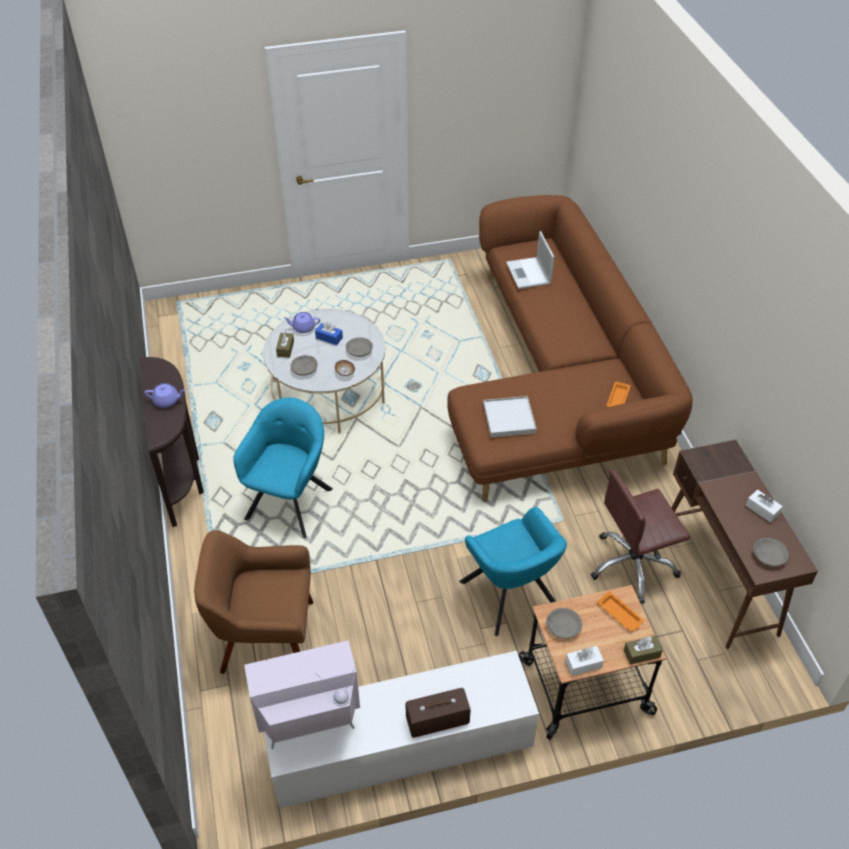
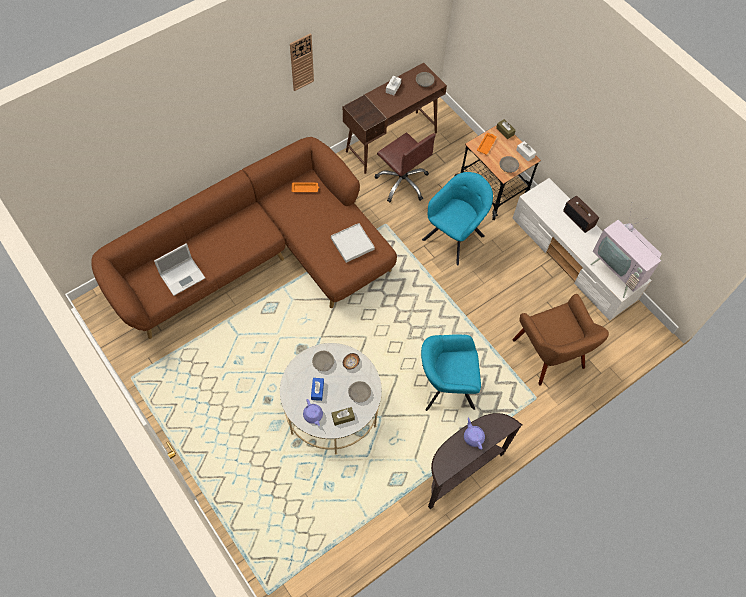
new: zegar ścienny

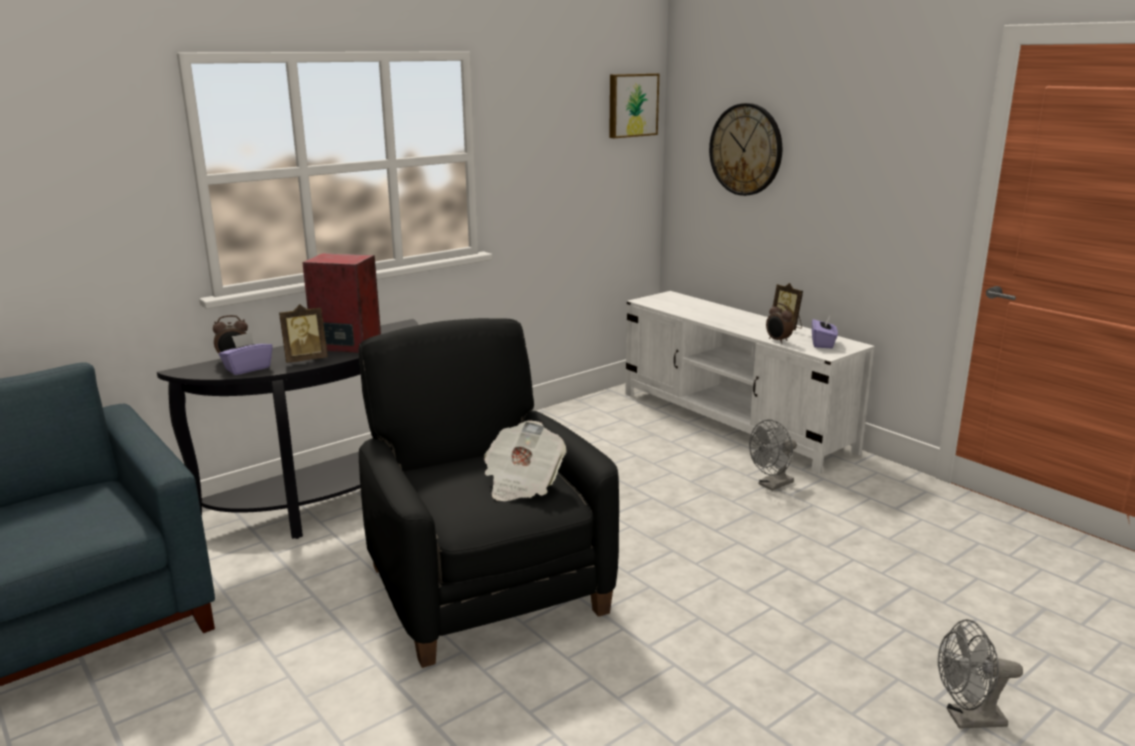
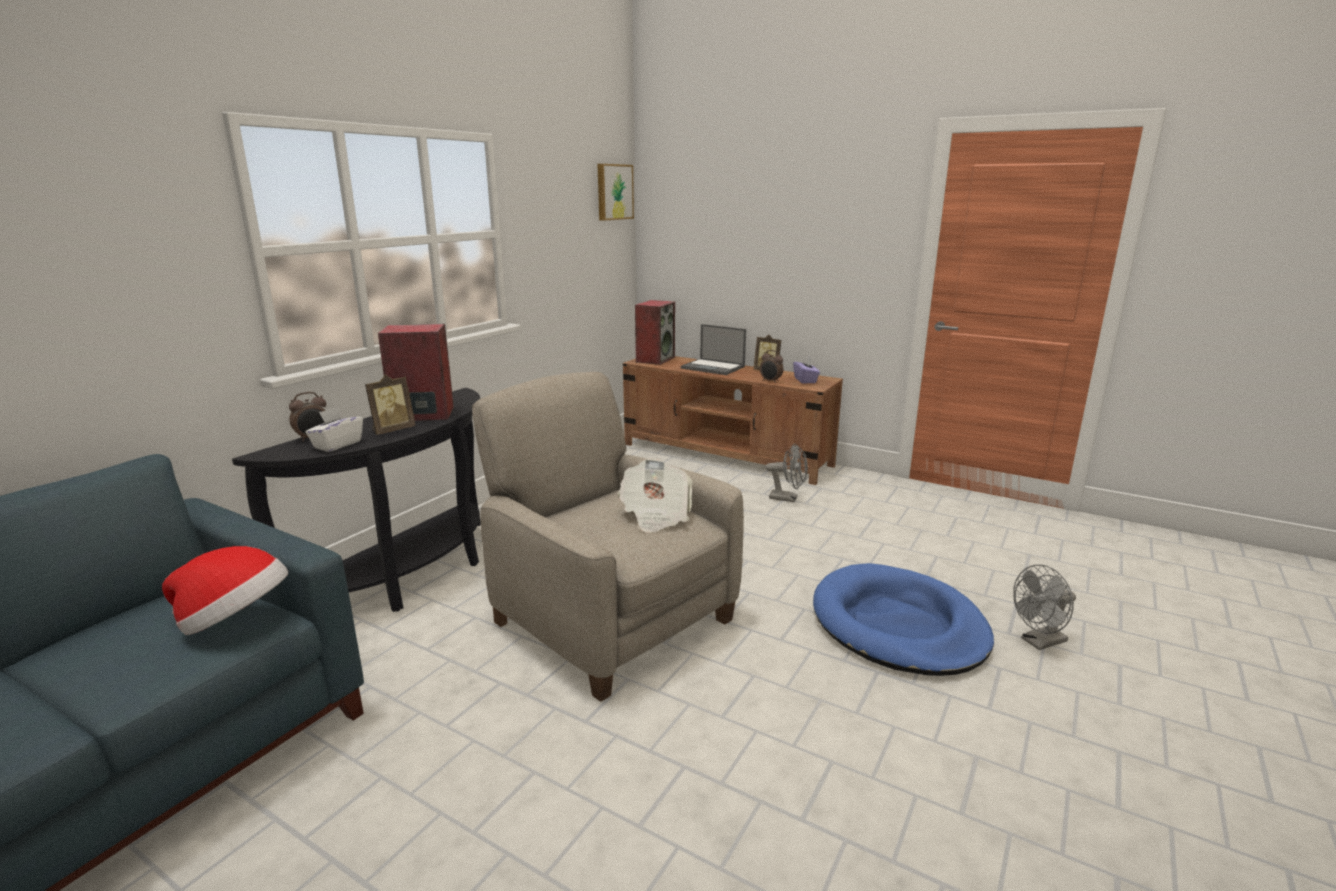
gone: zegar ścienny
new: kapelusz; głośnik (no. 2 from left); laptop; legowisko/niebieski
repainted: pudełko chusteczek/fioletowy (no. 1 from left) to pudełko chusteczek/biały; fotel/czarny to fotel/beżowy; szafka pod telewizor/biały to szafka pod telewizor/brązowy
rotated: wentylator/szary (no. 1 from left) 105 degrees counterclockwise

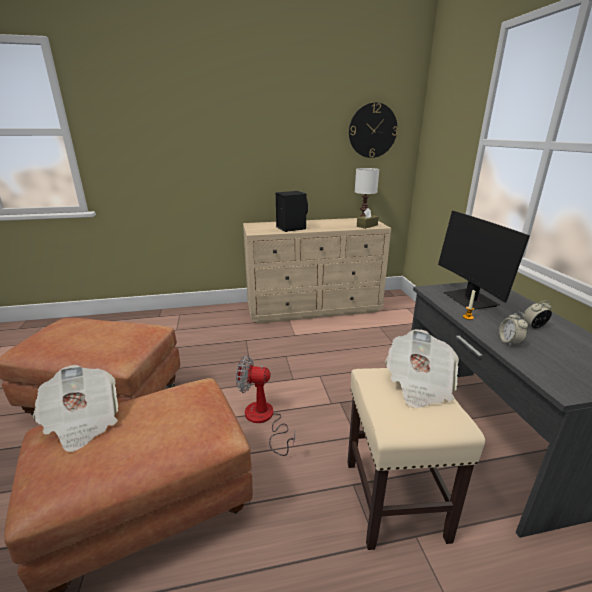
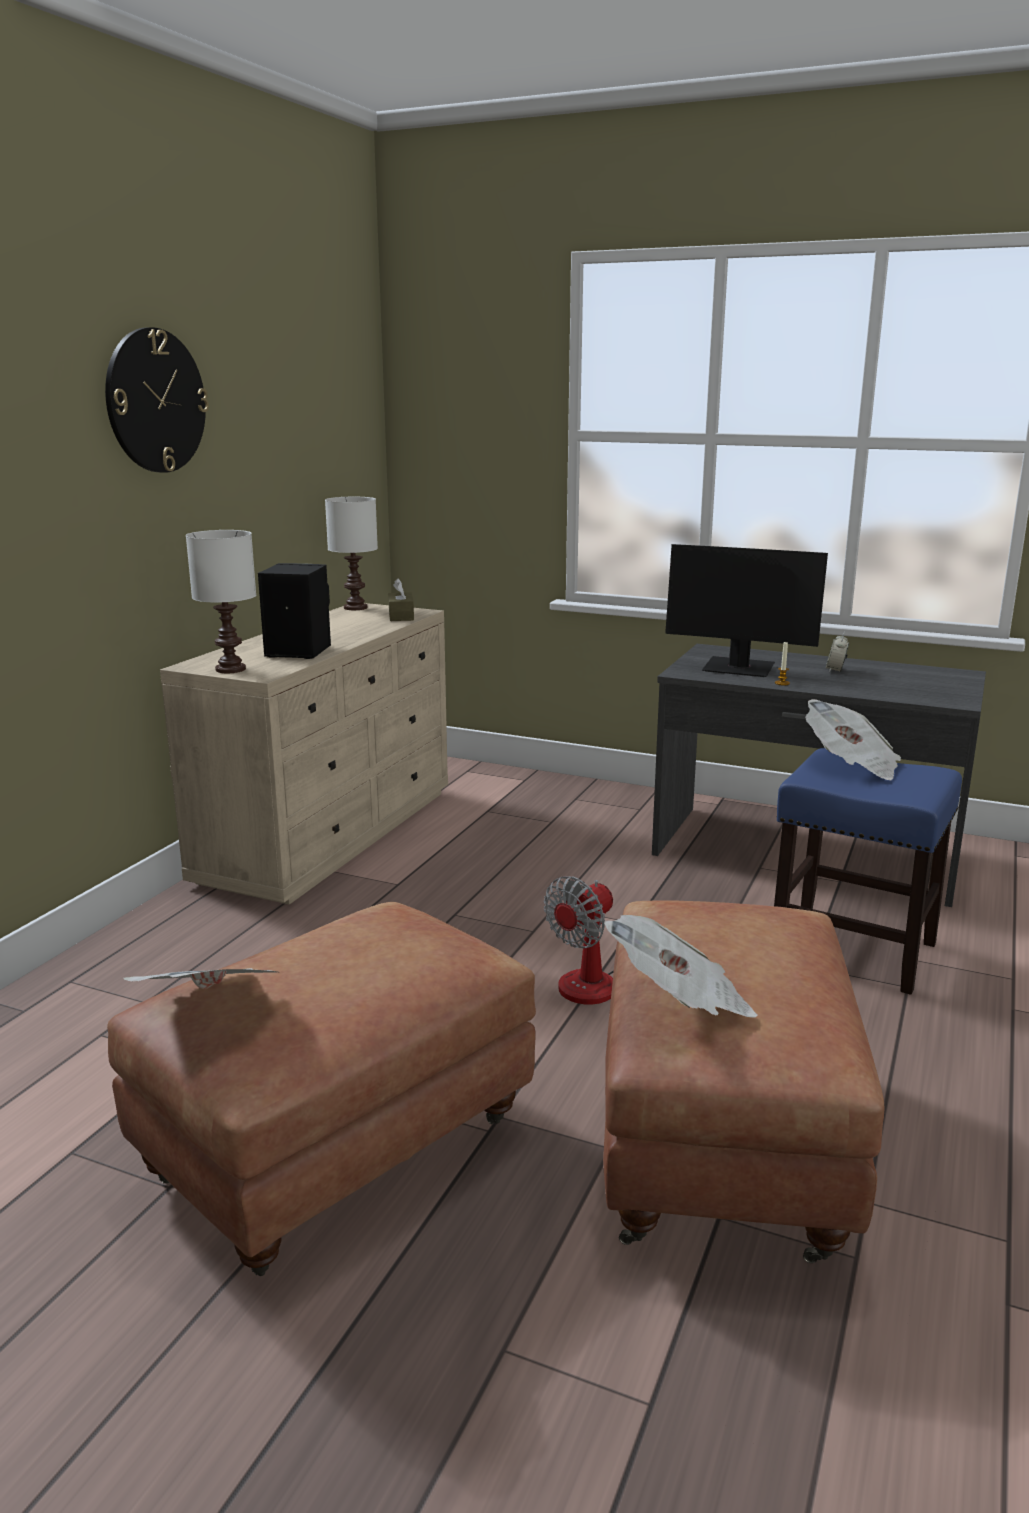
gone: budzik (no. 1 from left)
new: gazeta (no. 1 from left); lampa stołowa/biały (no. 1 from left)
shifted: zegar ścienny
repainted: stołek/beżowy to stołek/niebieski

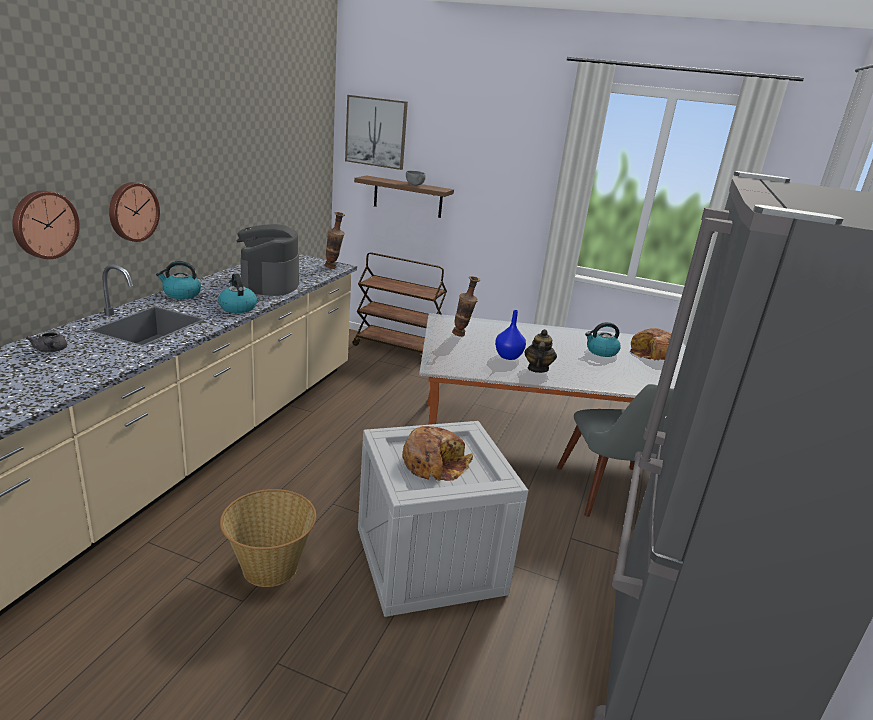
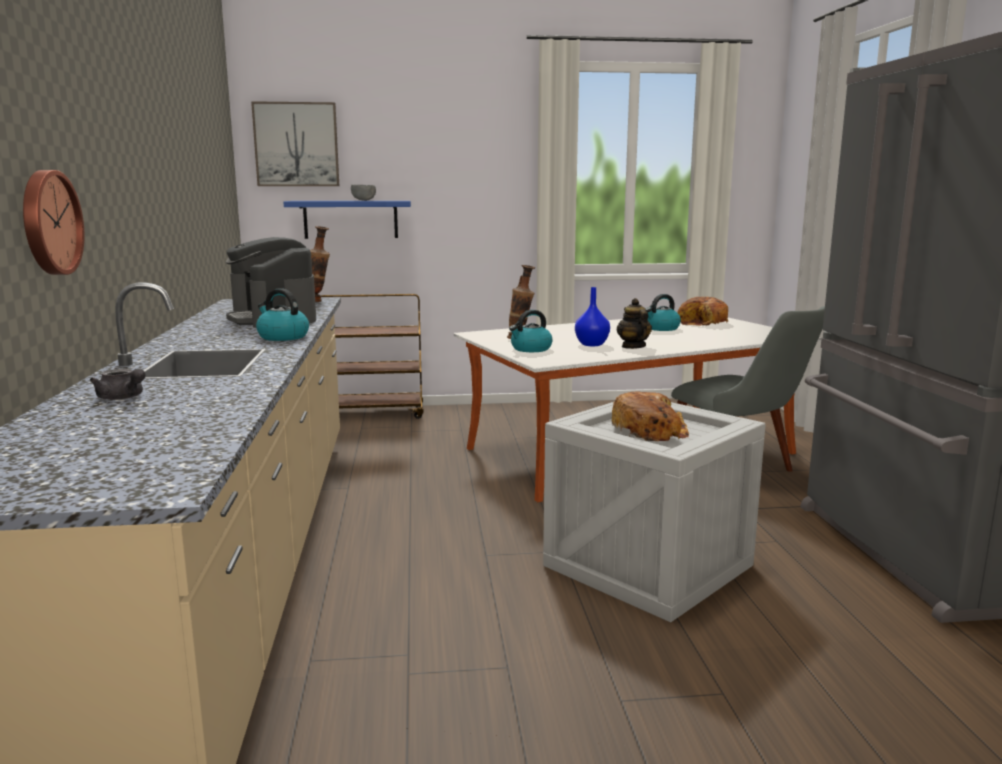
gone: zegar ścienny (no. 2 from left); koszyk
shifted: czajnik (no. 1 from left in the first image) to czajnik (no. 2 from left)
repainted: półka/brązowy to półka/niebieski

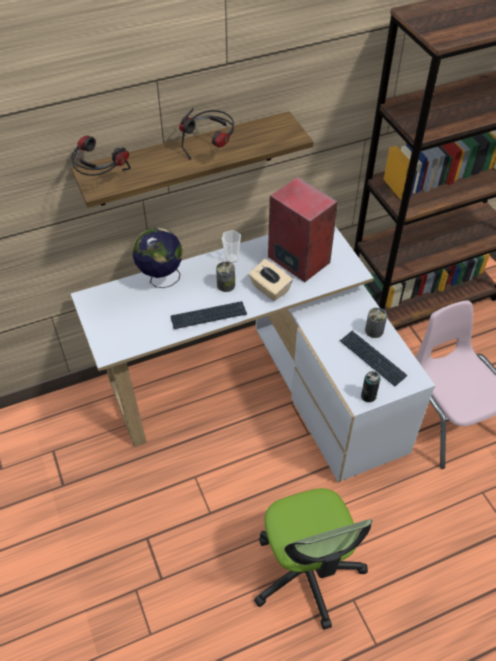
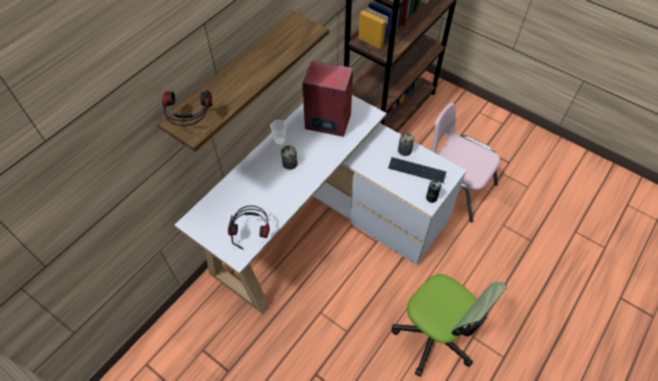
gone: globus; klawiatura (no. 1 from left); pudełko chusteczek/beżowy
shifted: słuchawki (no. 2 from left)

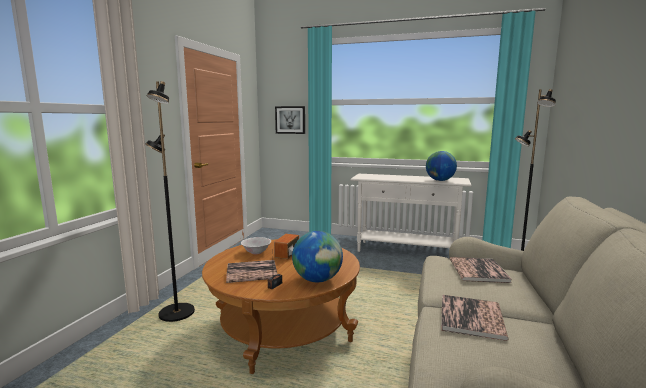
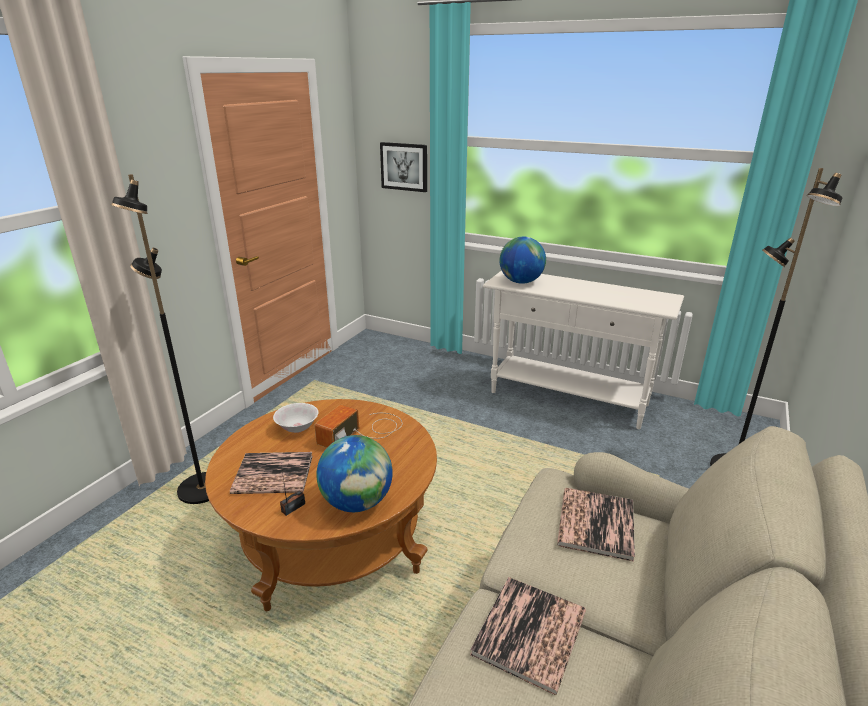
shifted: globus (no. 2 from left)

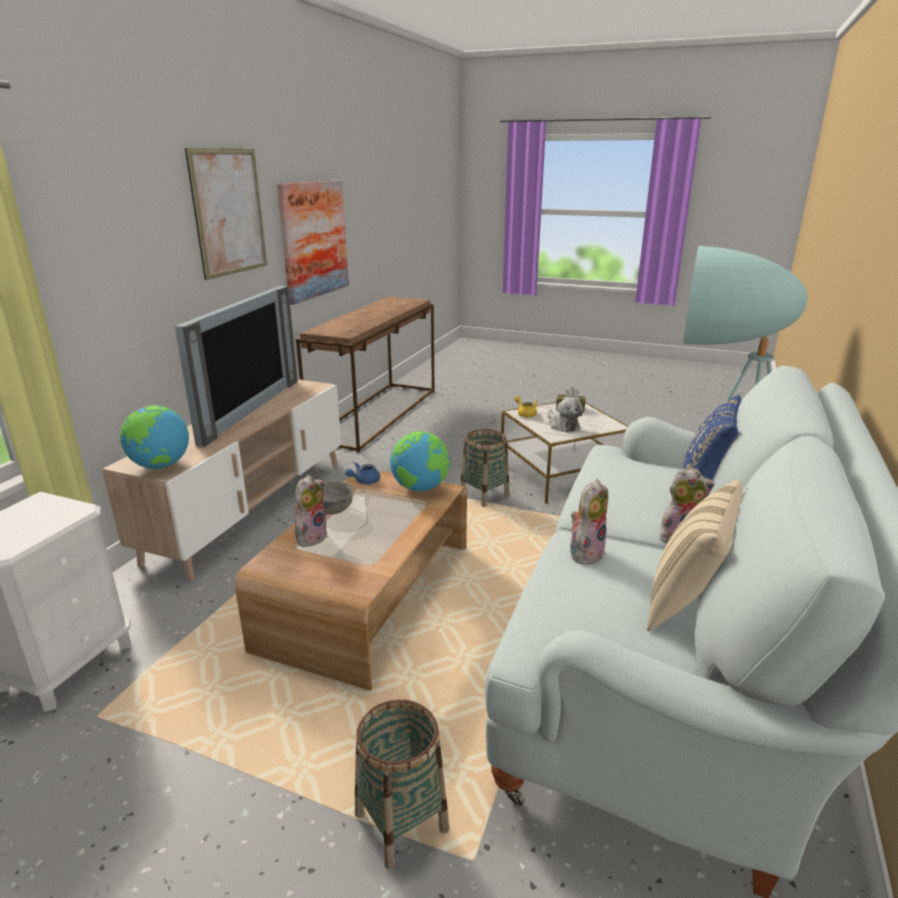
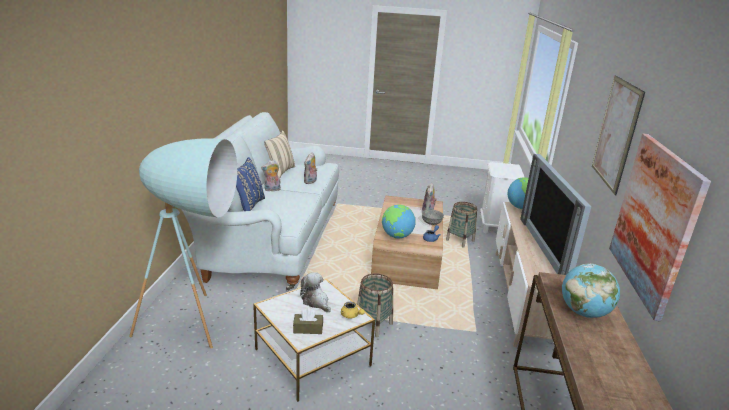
new: globus (no. 3 from left)
shifted: koszyk (no. 1 from left in the first image) to koszyk (no. 2 from left)

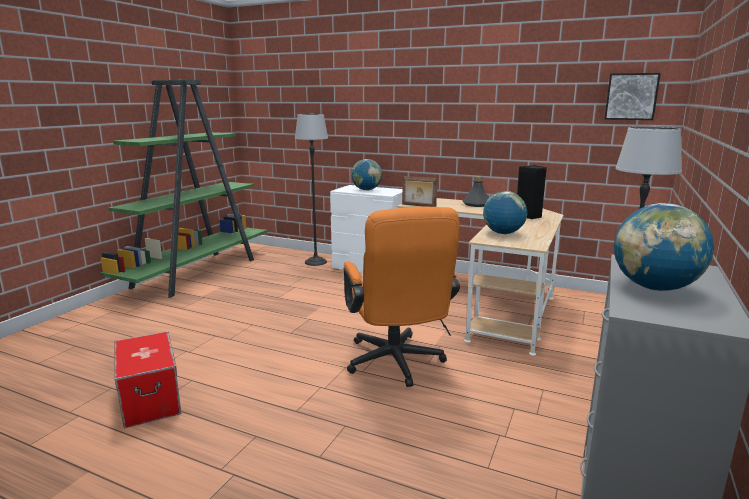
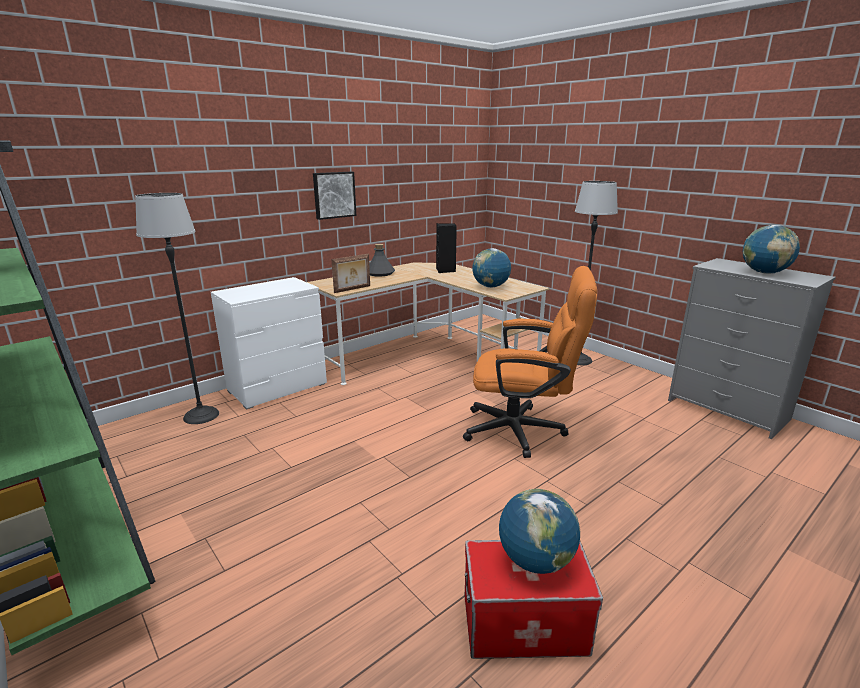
shifted: globus (no. 1 from left in the first image) to globus (no. 2 from left); obraz

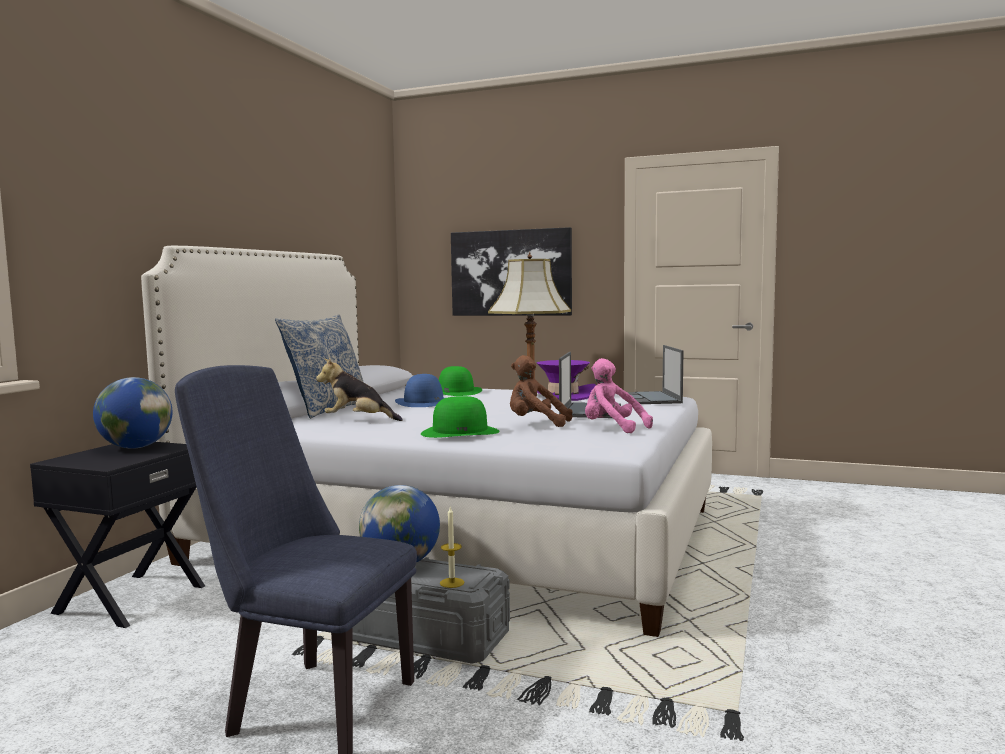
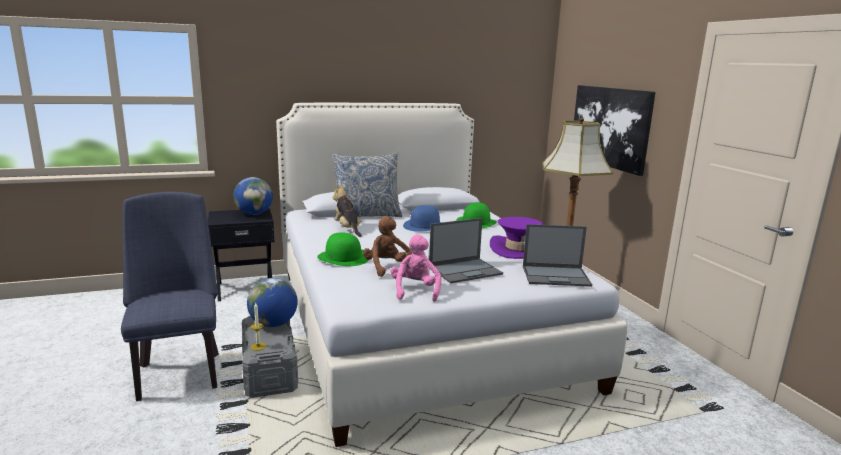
rotated: laptop (no. 2 from left) 135 degrees counterclockwise

